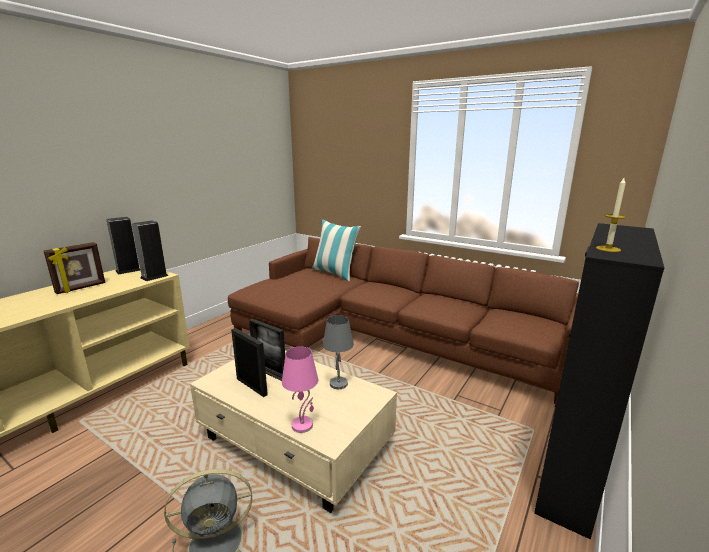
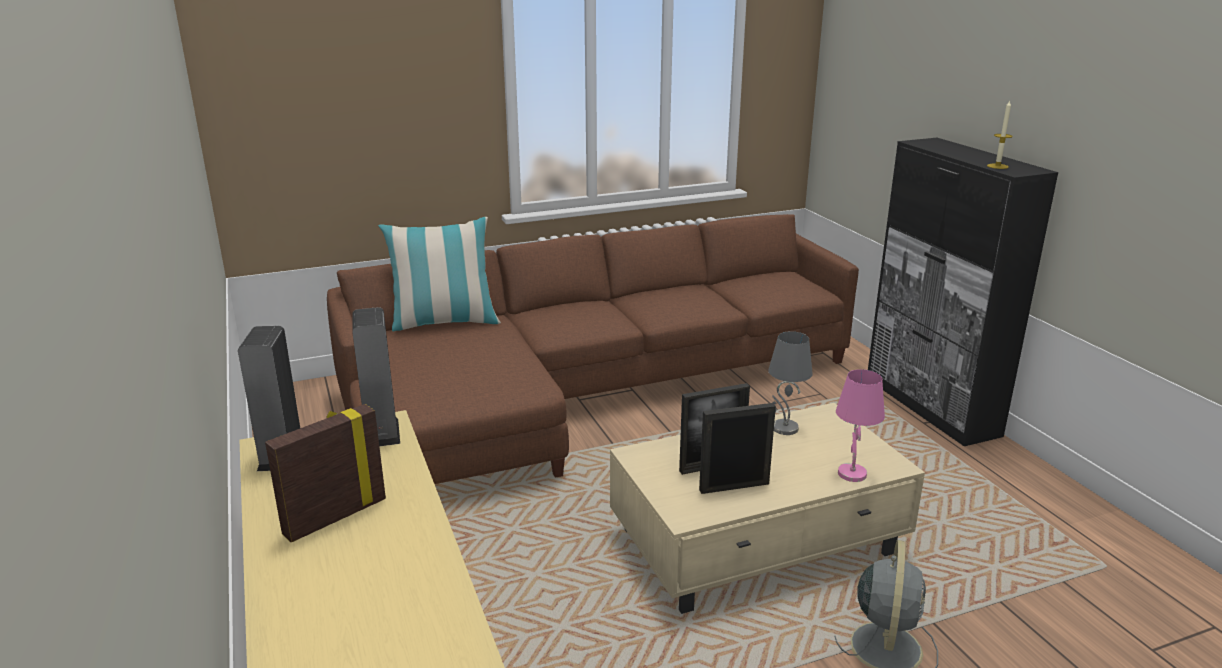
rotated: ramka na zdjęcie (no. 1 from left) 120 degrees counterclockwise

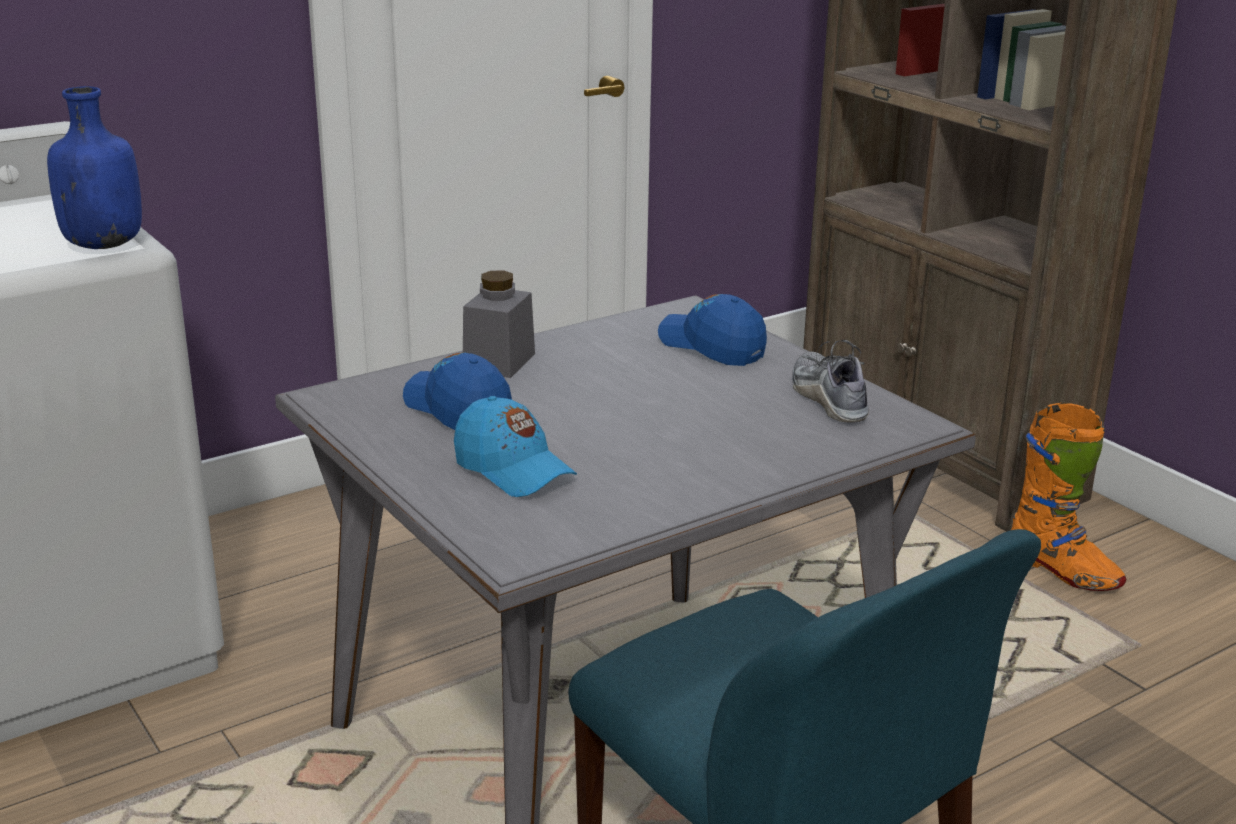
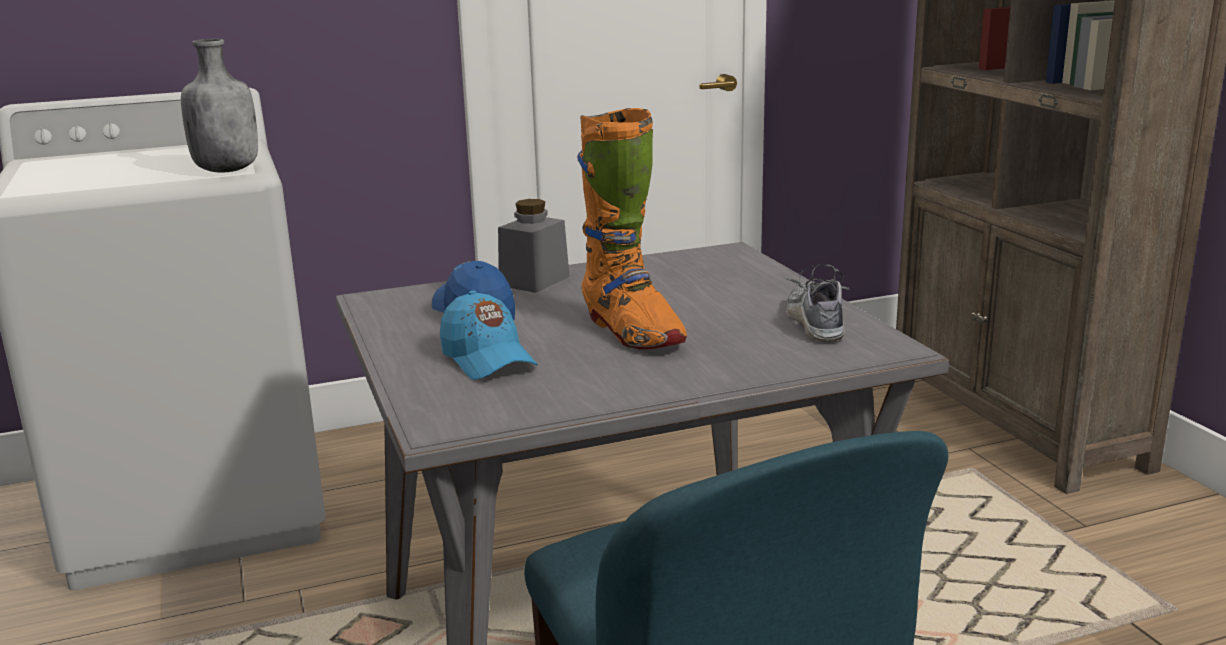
gone: czapka z daszkiem/niebieski (no. 3 from left)
shifted: but z cholewką/pomarańczowy
repainted: butelka/niebieski to butelka/szary

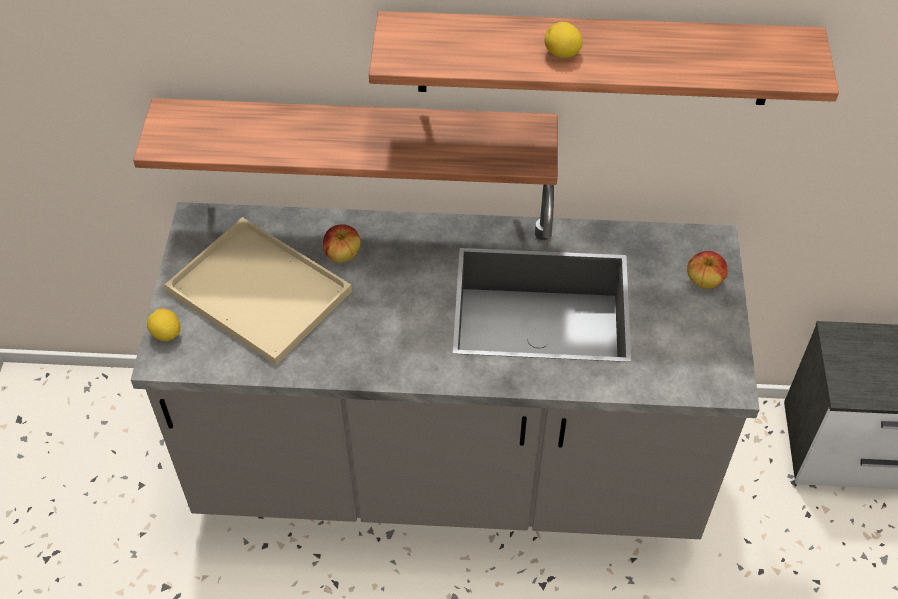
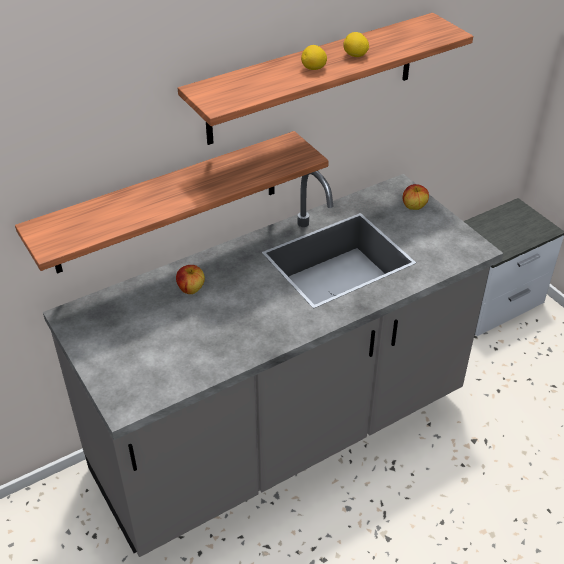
gone: taca/beżowy
shifted: cytryna (no. 1 from left in the first image) to cytryna (no. 2 from left)

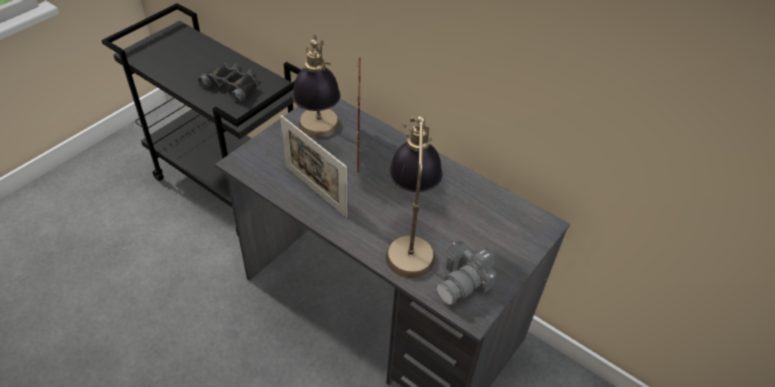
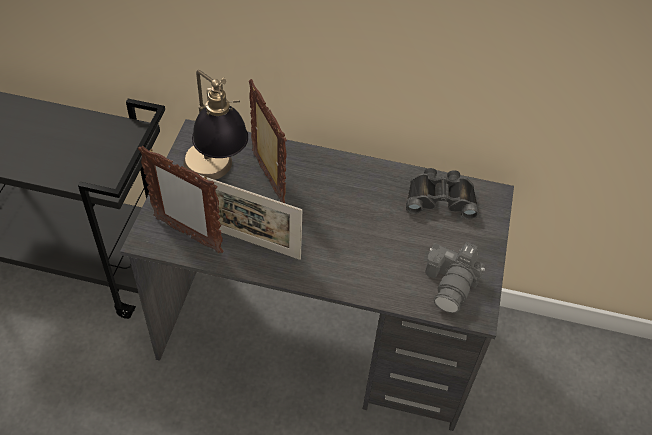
gone: lampa stołowa (no. 2 from left)
new: ramka na zdjęcie (no. 1 from left)
shifted: lornetka/czarny

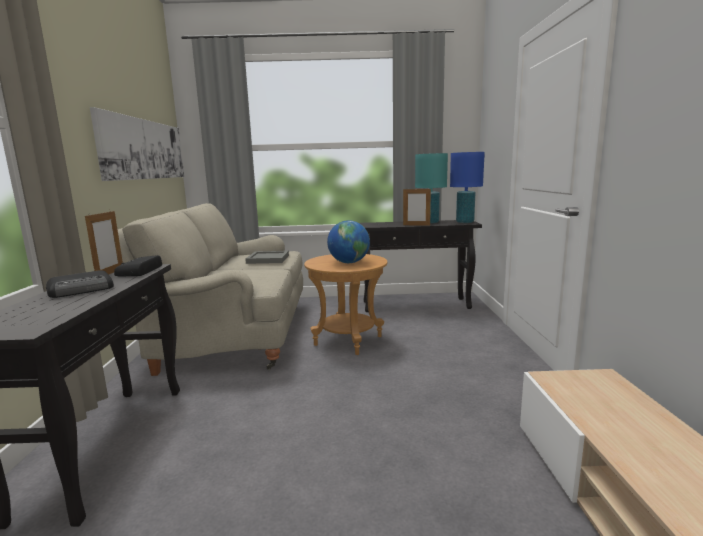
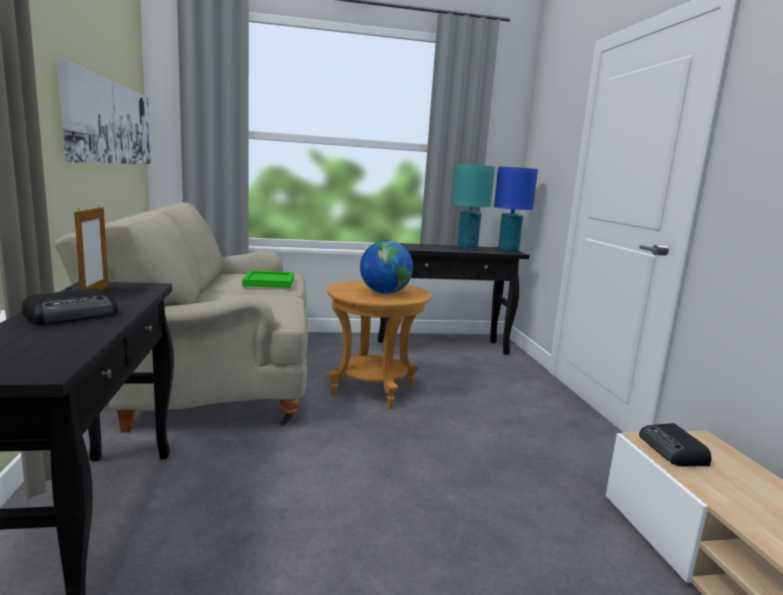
gone: ramka na zdjęcie (no. 2 from left)
shifted: radio (no. 2 from left)
repainted: taca/szary to taca/zielony

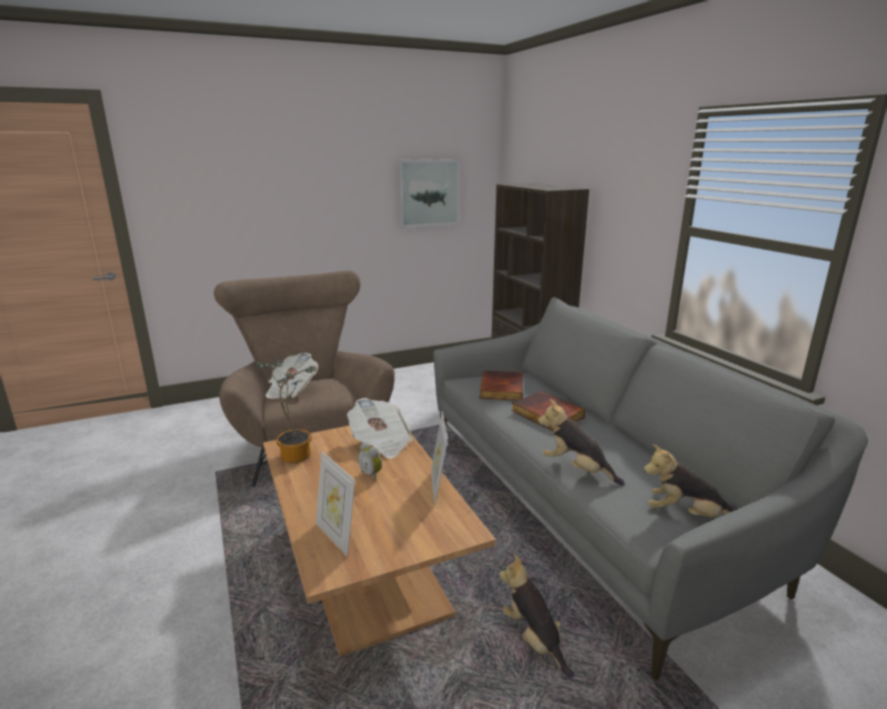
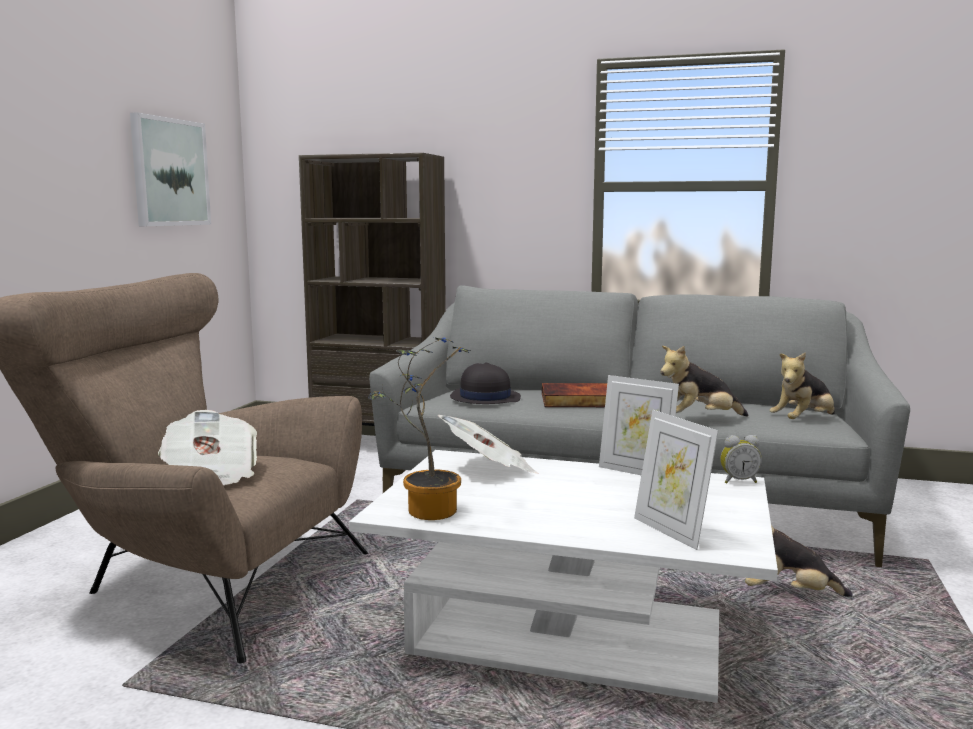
shifted: budzik
swapped: książka (no. 1 from left) to kapelusz/czarny
repainted: ława/brązowy to ława/biały
rotated: ramka na zdjęcie (no. 1 from left in the first image) 60 degrees clockwise

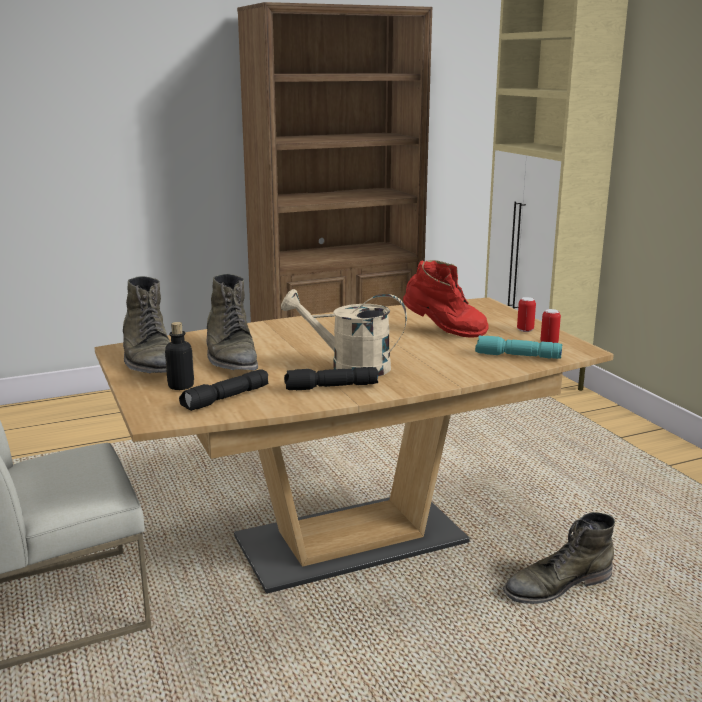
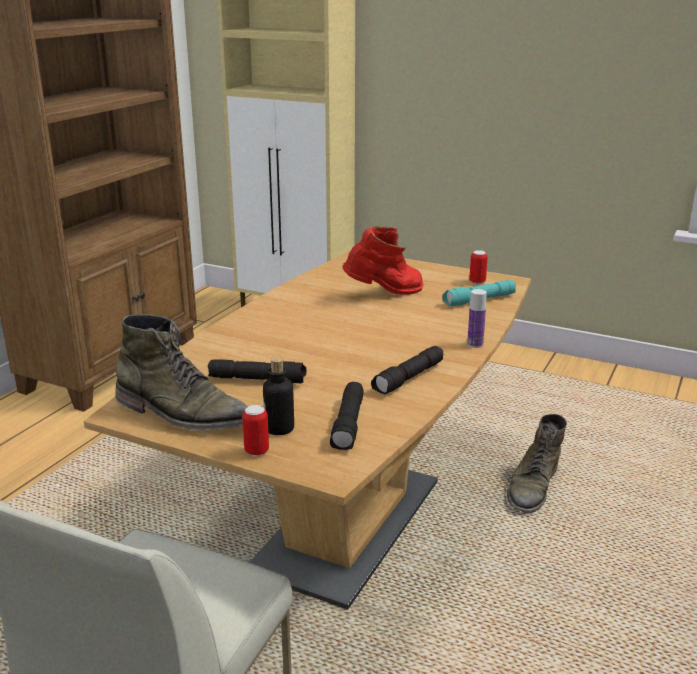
gone: konewka/beżowy
new: butelka (no. 2 from left)
shifted: puszka (no. 1 from left)
swapped: but z cholewką/zielony (no. 2 from left) to latarka/czarny (no. 1 from left)

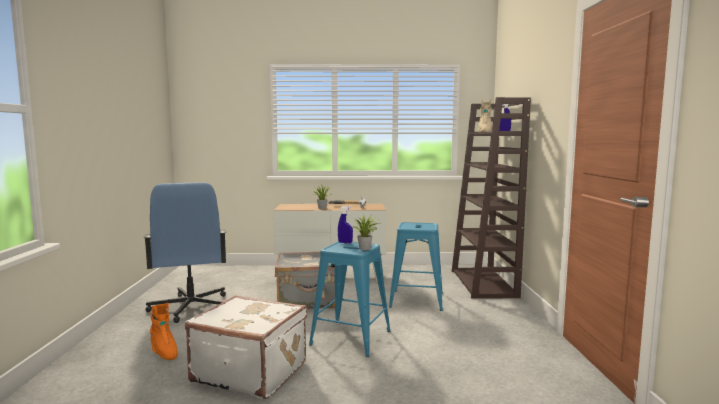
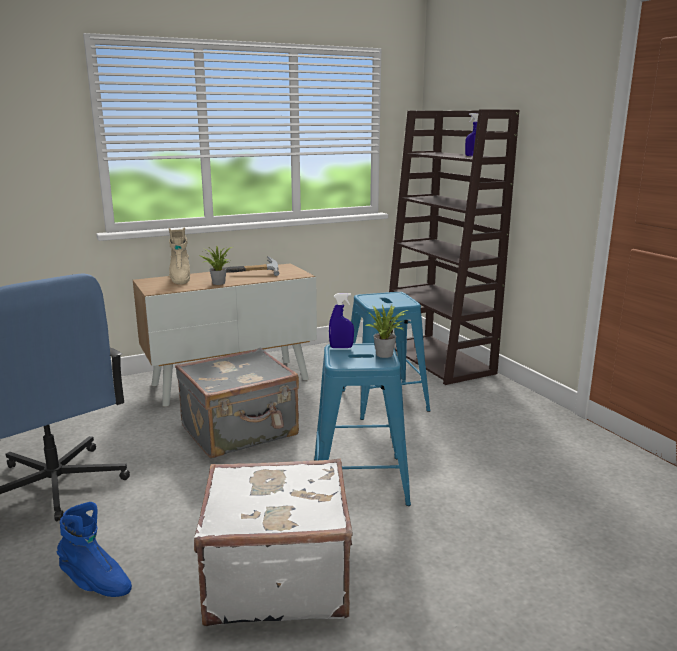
shifted: but z cholewką/beżowy
repainted: but z cholewką/pomarańczowy to but z cholewką/niebieski

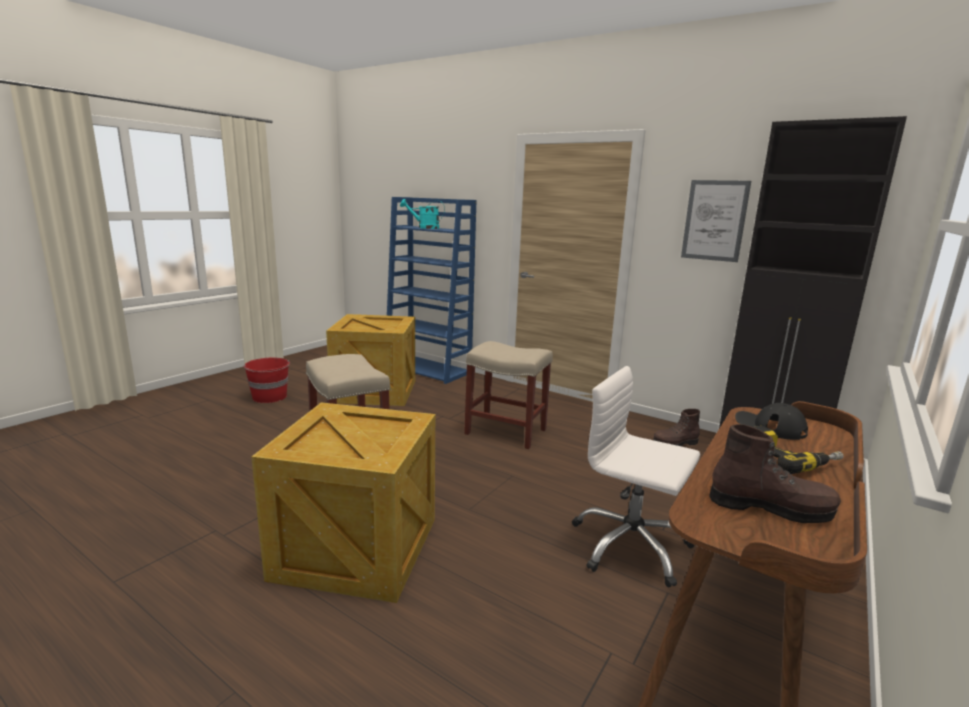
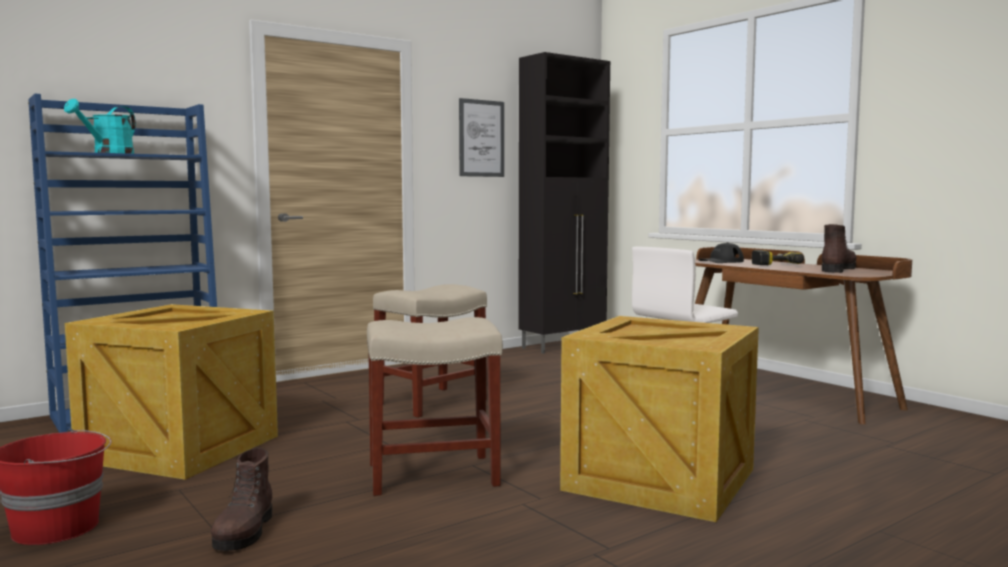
shifted: but z cholewką/brązowy (no. 1 from left)

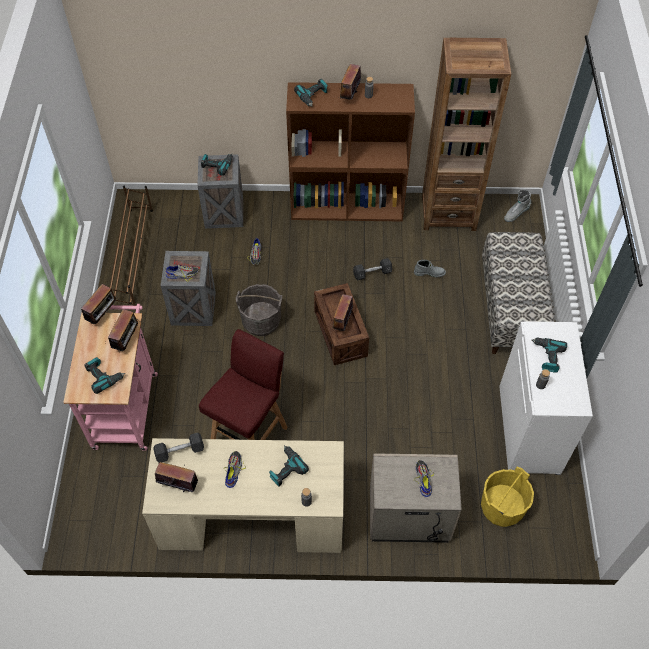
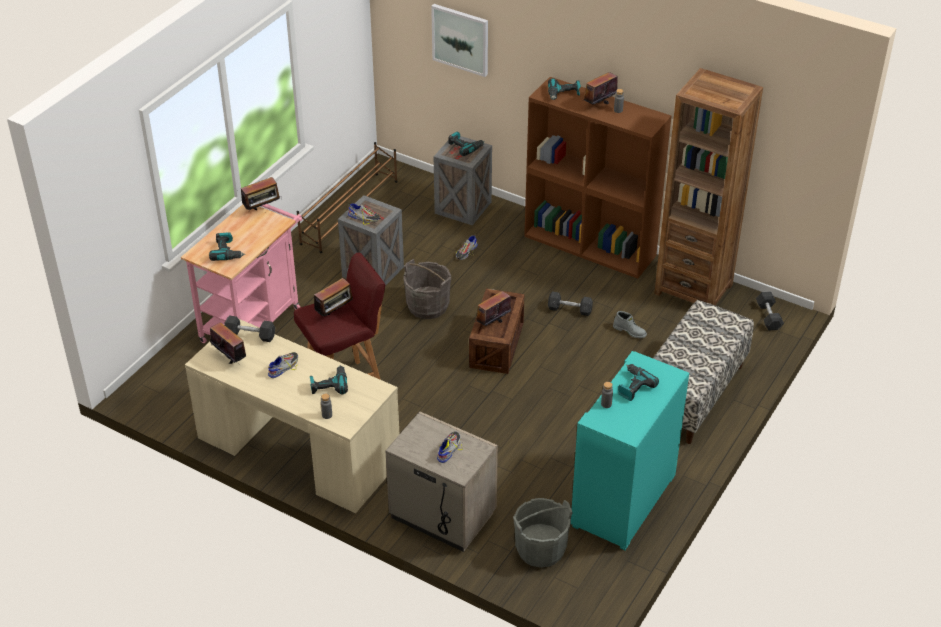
new: obraz
shifted: radio (no. 2 from left in the first image) to radio (no. 3 from left)
swapped: but z cholewką/szary (no. 2 from left) to hantel/szary (no. 3 from left)
repainted: wiadro/żółty to wiadro/szary (no. 2 from left); szafka/biały to szafka/turkusowy

